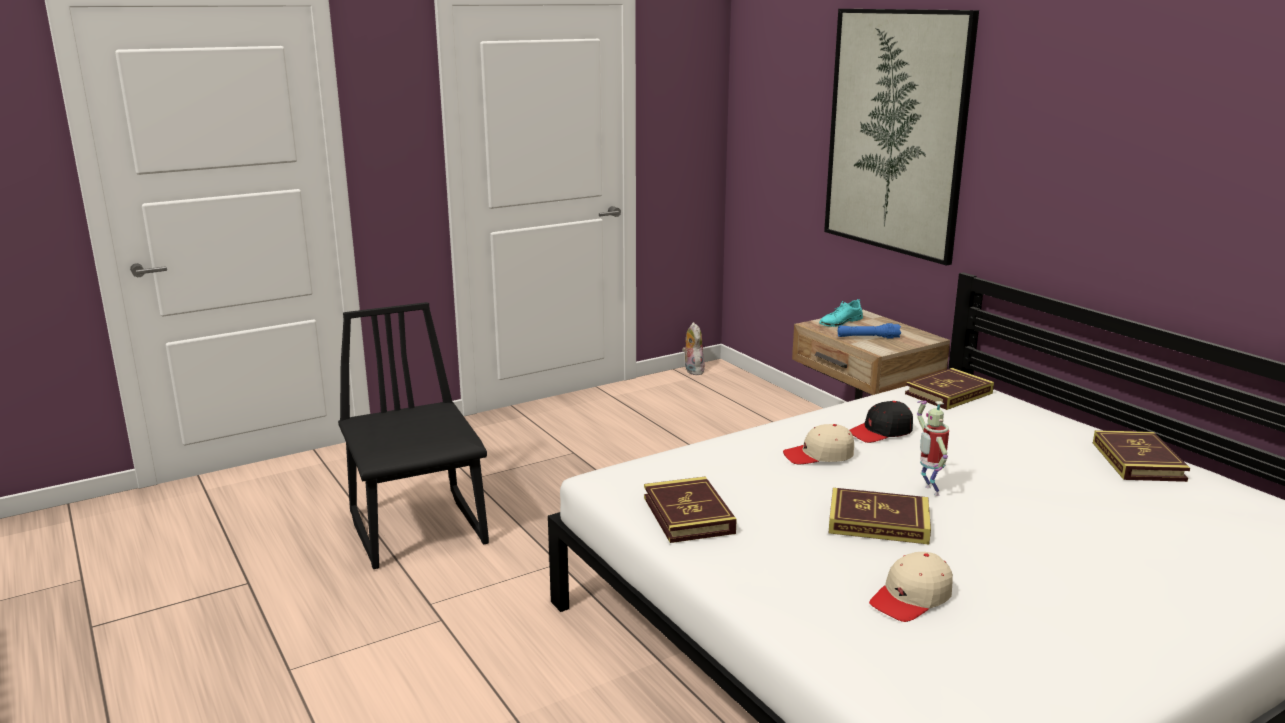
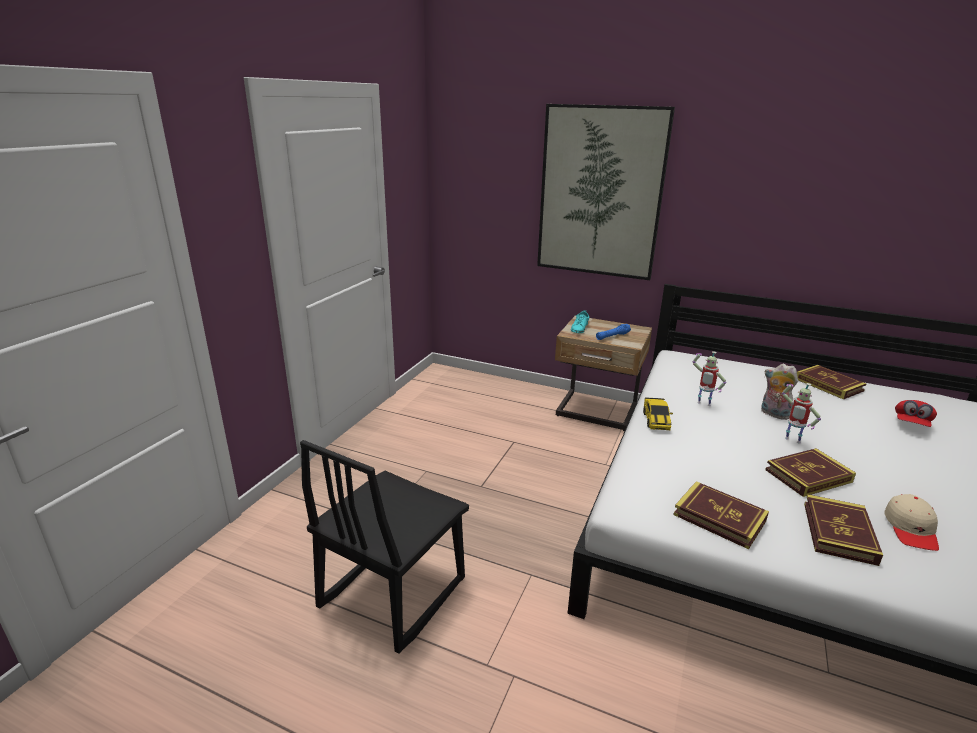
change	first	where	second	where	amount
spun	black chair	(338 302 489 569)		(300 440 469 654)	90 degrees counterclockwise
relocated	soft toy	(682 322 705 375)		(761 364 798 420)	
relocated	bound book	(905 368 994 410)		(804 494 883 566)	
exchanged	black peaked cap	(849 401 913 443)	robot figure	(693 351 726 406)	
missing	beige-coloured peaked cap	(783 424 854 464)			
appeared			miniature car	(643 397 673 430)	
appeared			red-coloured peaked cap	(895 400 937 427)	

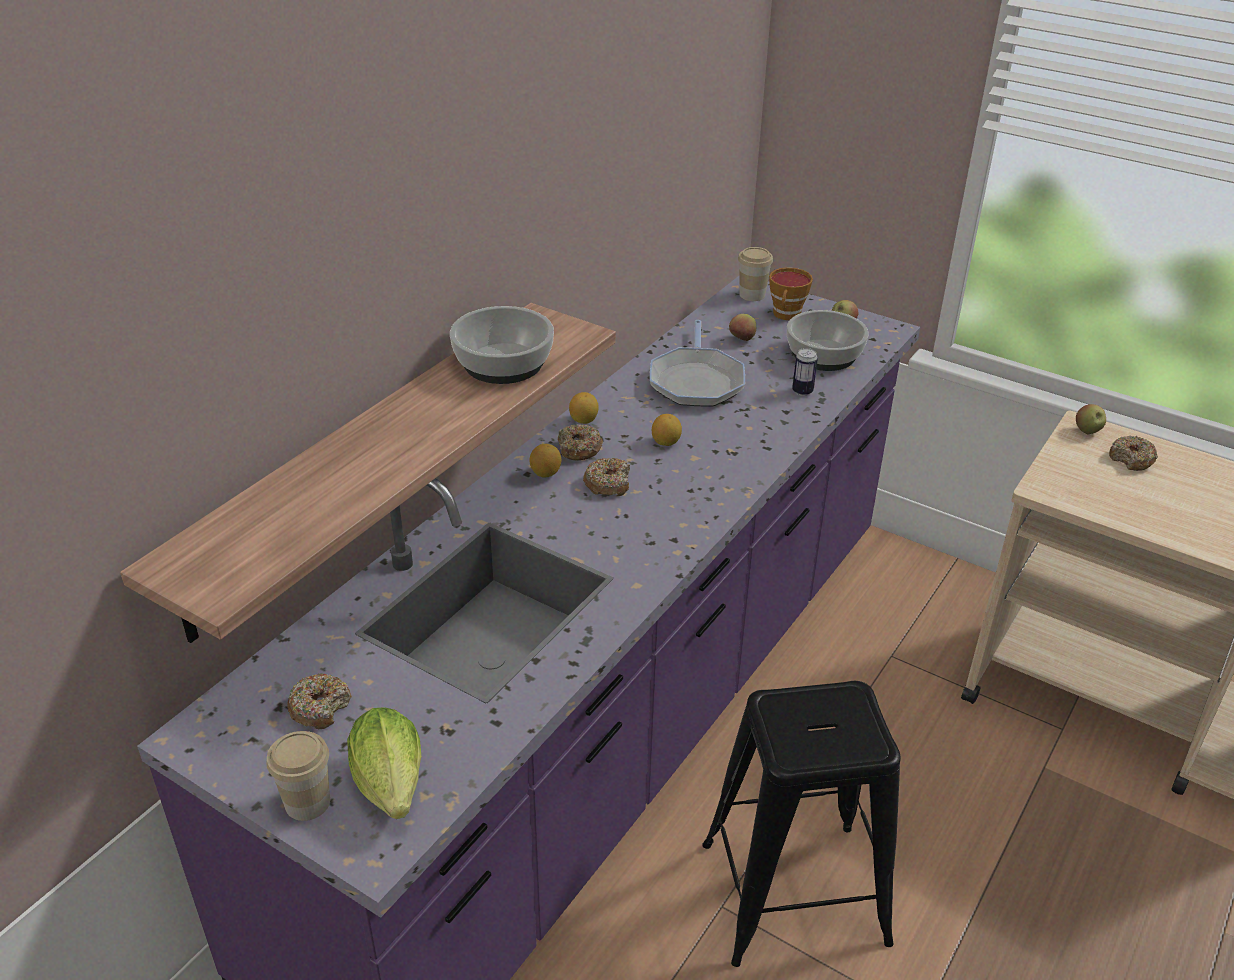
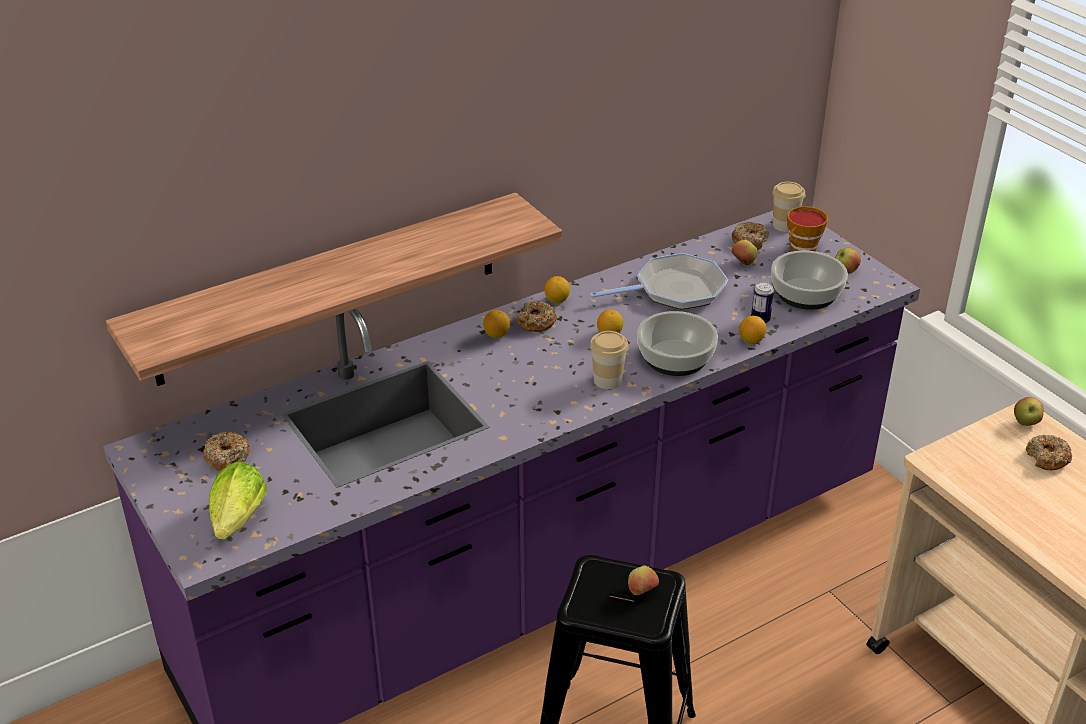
change	first	where	second	where	amount
relocated	deep dish	(450 306 554 384)		(637 311 718 376)	
spun	skillet	(650 320 745 407)		(590 253 728 310)	135 degrees counterclockwise
relocated	donut	(583 458 630 496)		(732 222 769 250)	
relocated	drinking cup	(266 731 330 821)		(590 331 629 389)	
appeared			citrus fruit	(739 316 766 344)	
appeared			whole apple	(628 565 659 595)	

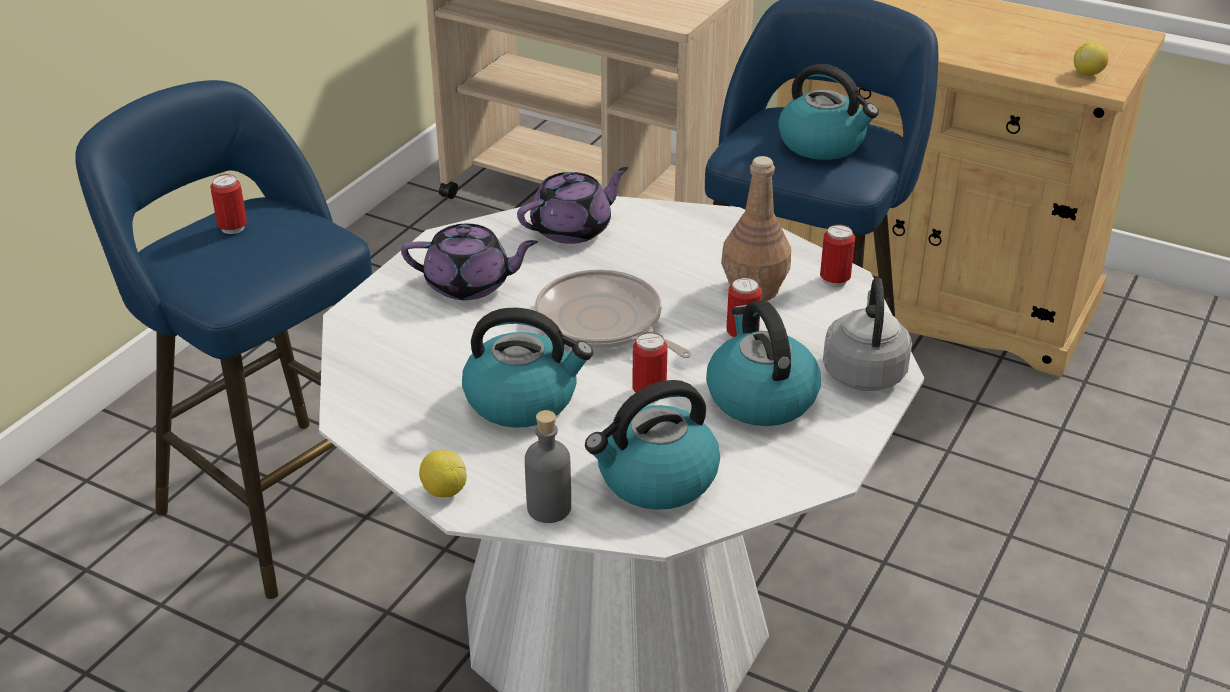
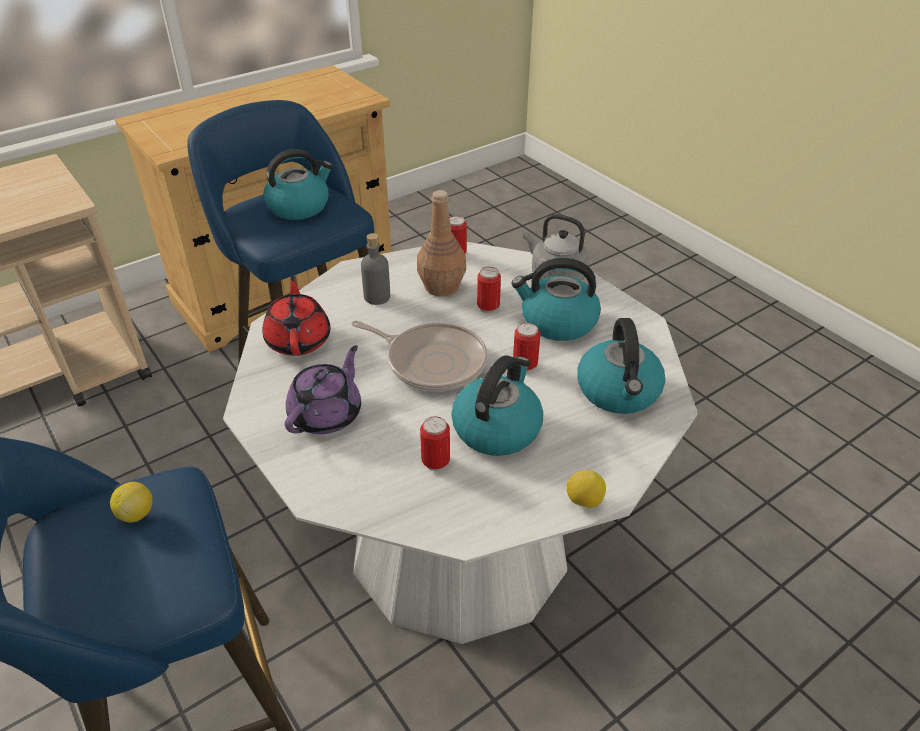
change	first	where	second	where	amount
relocated	citrus fruit	(1074 42 1108 76)		(110 482 153 522)	
colour	purple pot for tea	(517 167 628 244)	red-coloured pot for tea	(262 275 330 356)	
relocated	sealed can	(210 174 247 234)		(420 416 450 471)	
spun	skillet	(535 269 692 358)		(351 321 487 392)	135 degrees counterclockwise
relocated	greyish drink bottle	(525 410 571 523)		(361 233 390 305)	

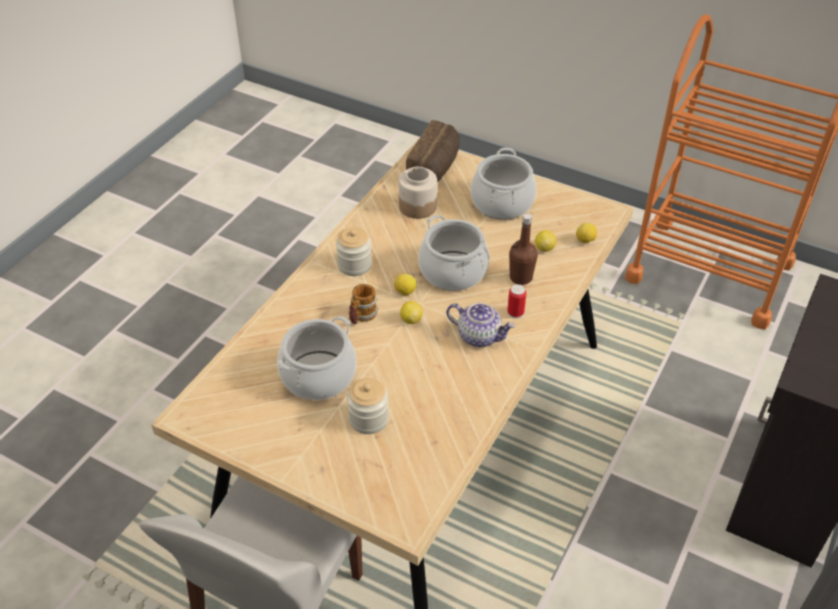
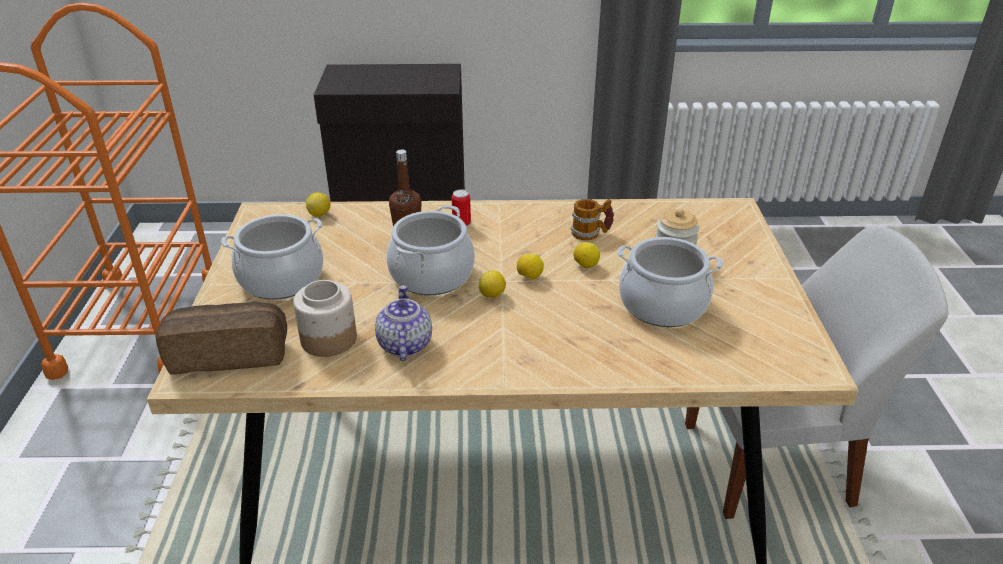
change	first	where	second	where	amount
missing	storage jar	(336 227 372 276)			
relocated	citrus fruit	(535 230 556 252)		(573 242 600 268)	
relocated	tea mug	(349 284 378 324)		(570 199 614 240)	
relocated	pot for tea	(446 303 515 347)		(375 285 432 361)	

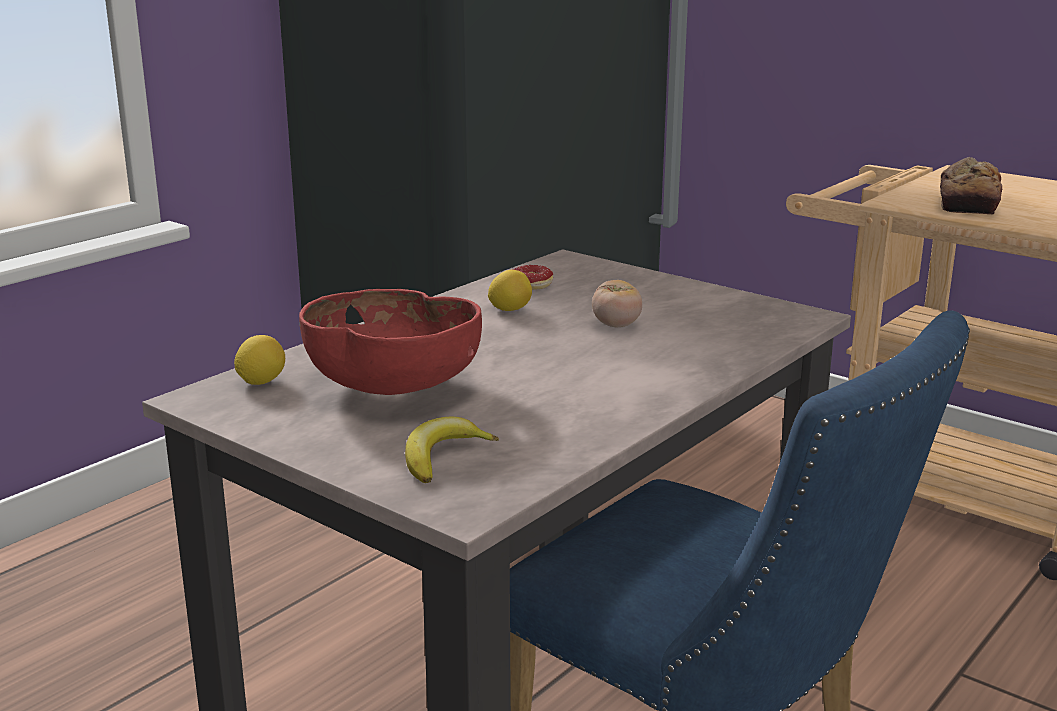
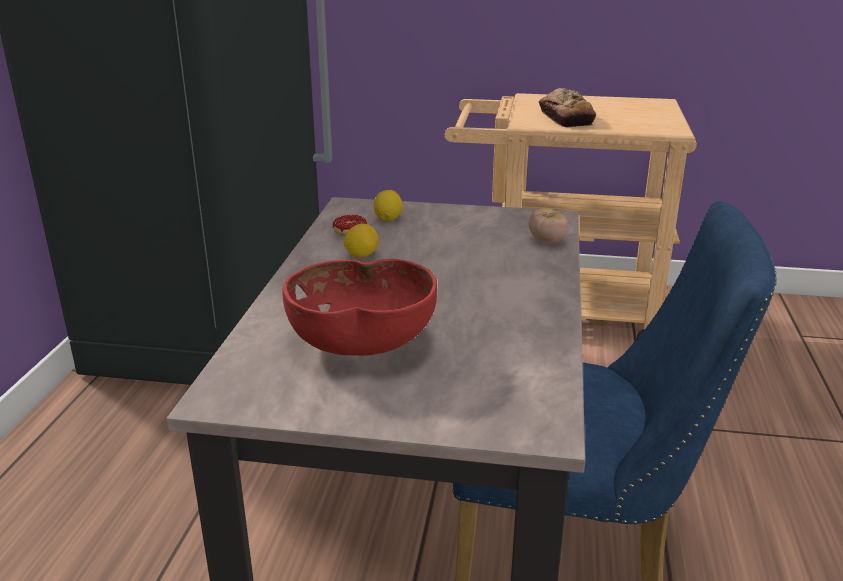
change	first	where	second	where	amount
relocated	fresh tomato	(592 280 642 327)		(529 208 568 243)	
relocated	citrus fruit	(234 335 285 385)		(374 190 403 221)	
missing	whole banana	(405 417 499 483)			

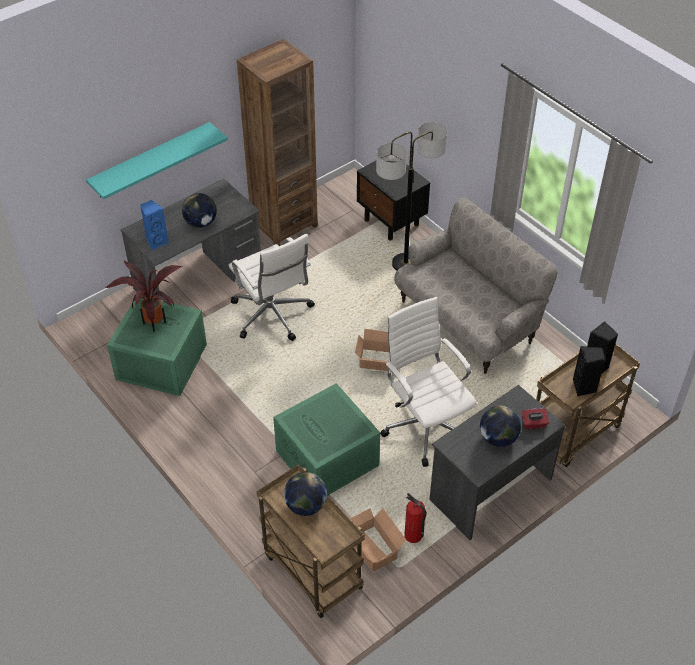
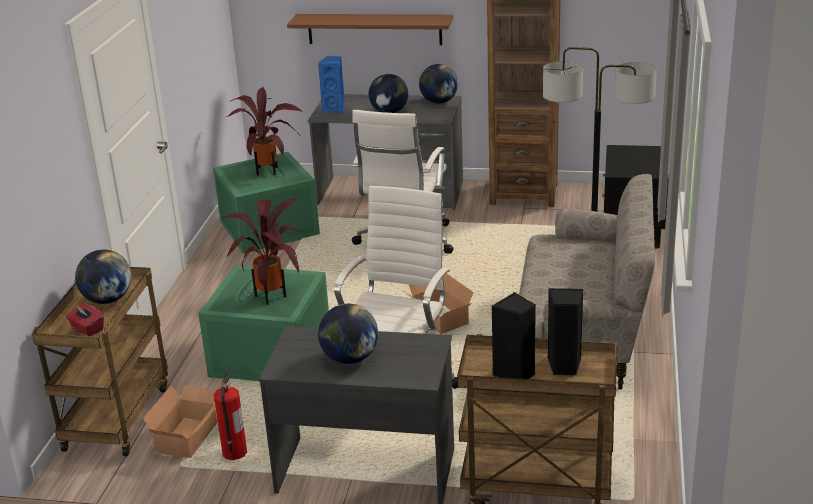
change	first	where	second	where	amount
colour	blue-green wall shelf	(86 122 228 199)	brown wall shelf	(287 14 453 45)	
relocated	red-coloured box of tissues	(521 408 549 429)		(66 303 104 336)	
appeared			globe	(419 64 458 103)	
appeared			potted plant	(224 198 308 305)	

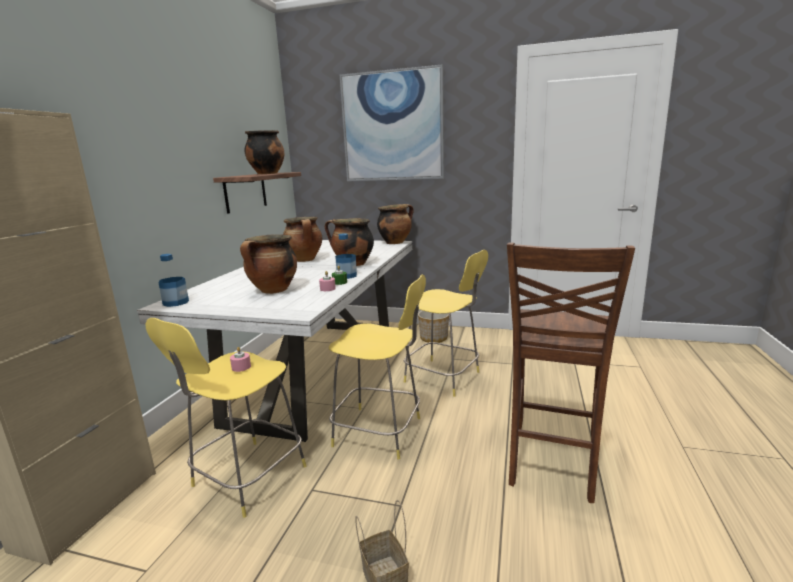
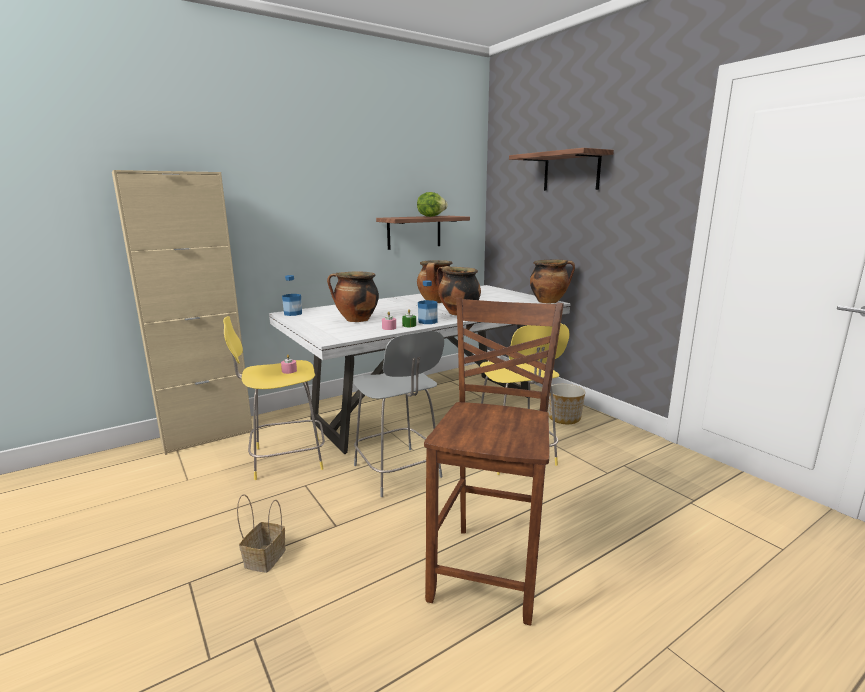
change	first	where	second	where	amount
exchanged	wall picture	(340 65 444 181)	wall shelf	(509 148 614 191)	
exchanged	stockpot	(244 130 285 174)	head of lettuce	(417 192 448 217)	
spun	brown chair	(507 242 635 503)		(424 298 564 626)	135 degrees clockwise
colour	yellowish stool	(329 275 426 460)	greyish stool	(353 331 444 497)	

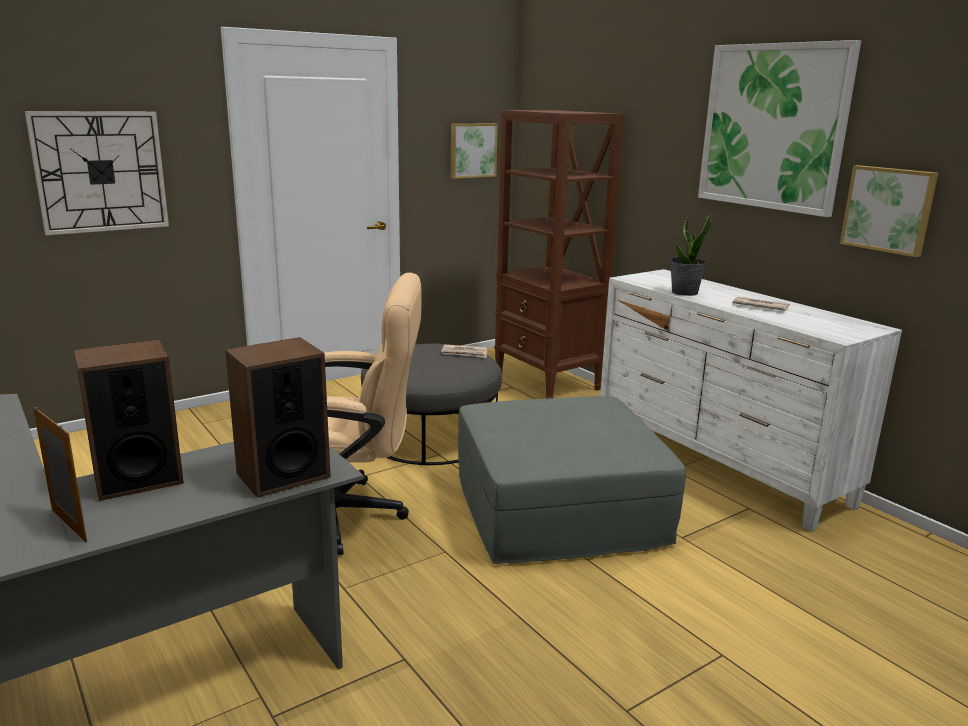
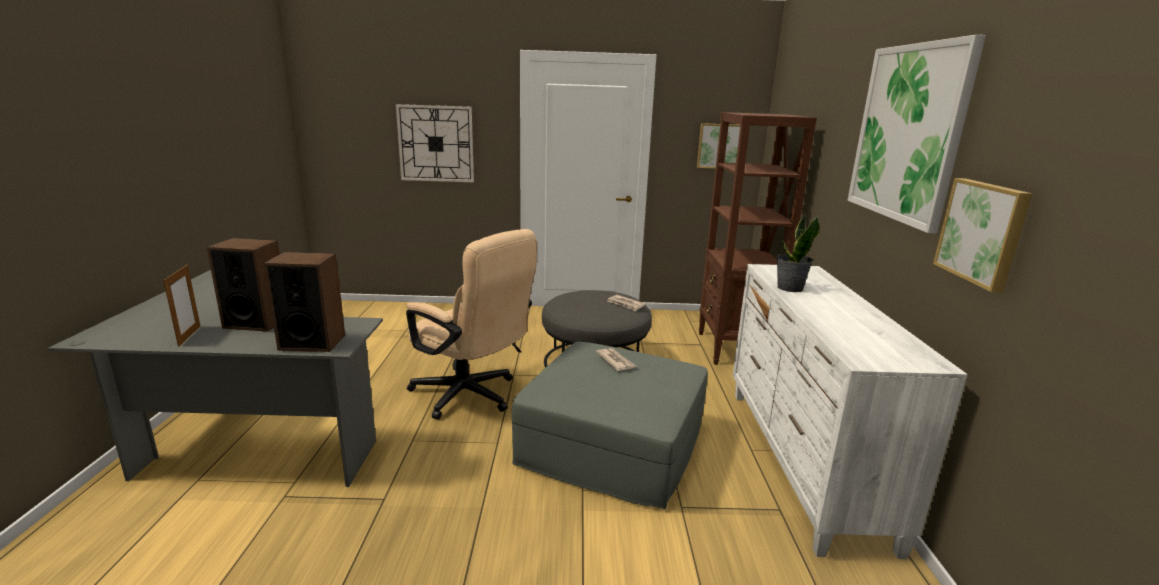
change	first	where	second	where	amount
relocated	printed paper	(732 297 790 311)		(596 348 636 371)	

